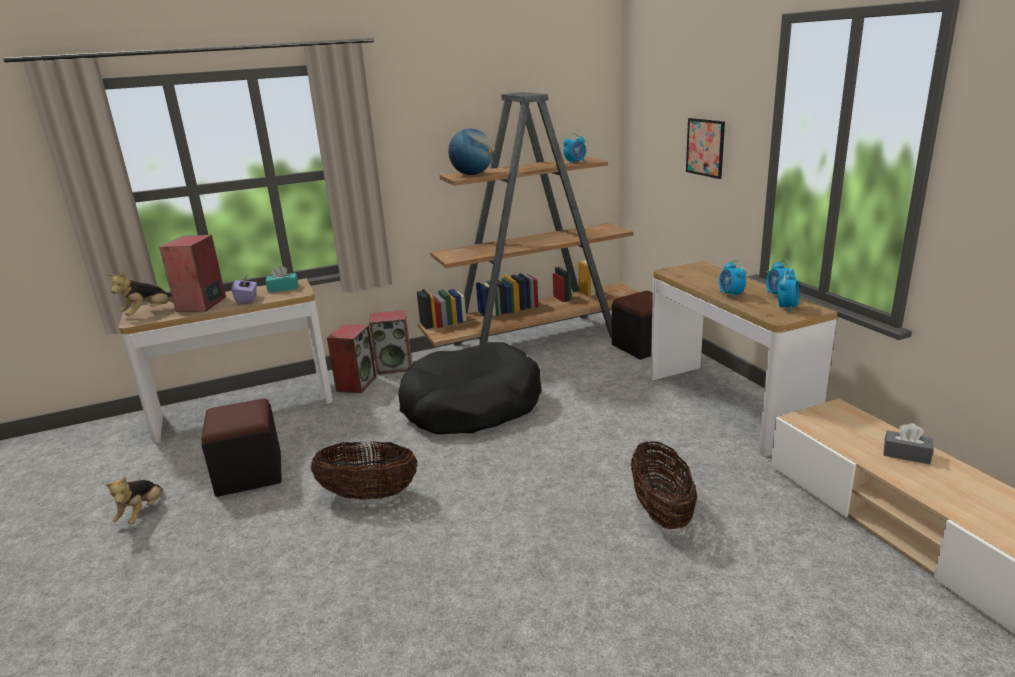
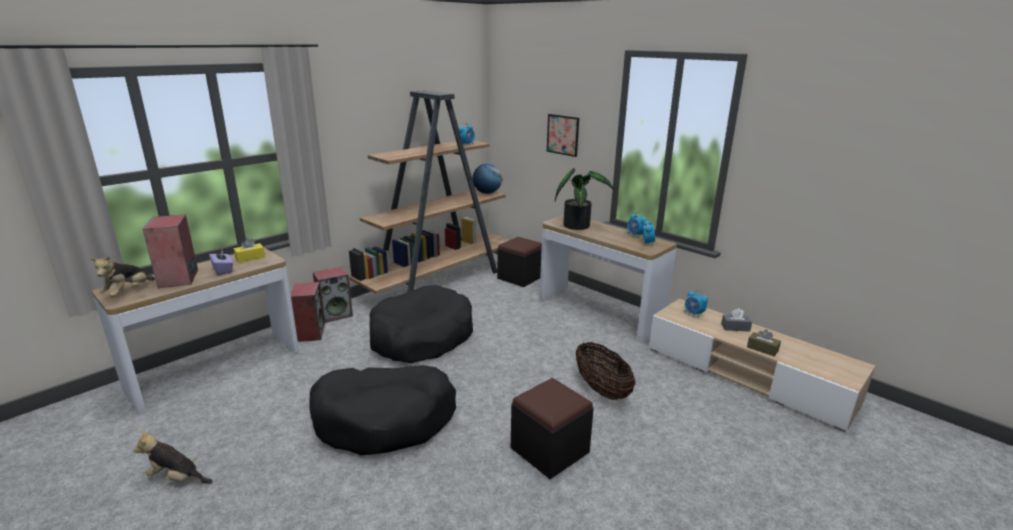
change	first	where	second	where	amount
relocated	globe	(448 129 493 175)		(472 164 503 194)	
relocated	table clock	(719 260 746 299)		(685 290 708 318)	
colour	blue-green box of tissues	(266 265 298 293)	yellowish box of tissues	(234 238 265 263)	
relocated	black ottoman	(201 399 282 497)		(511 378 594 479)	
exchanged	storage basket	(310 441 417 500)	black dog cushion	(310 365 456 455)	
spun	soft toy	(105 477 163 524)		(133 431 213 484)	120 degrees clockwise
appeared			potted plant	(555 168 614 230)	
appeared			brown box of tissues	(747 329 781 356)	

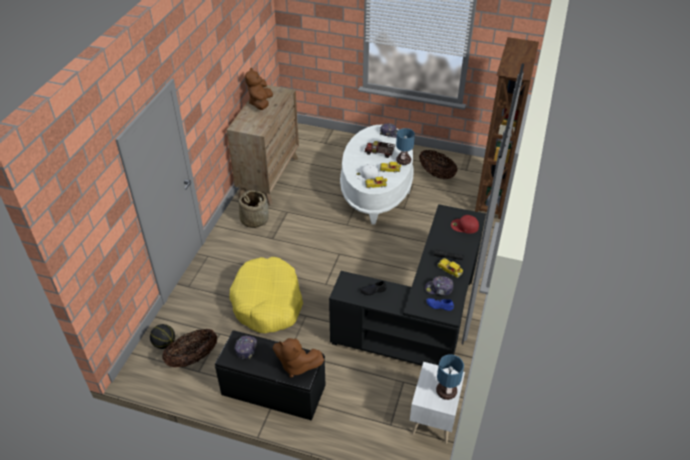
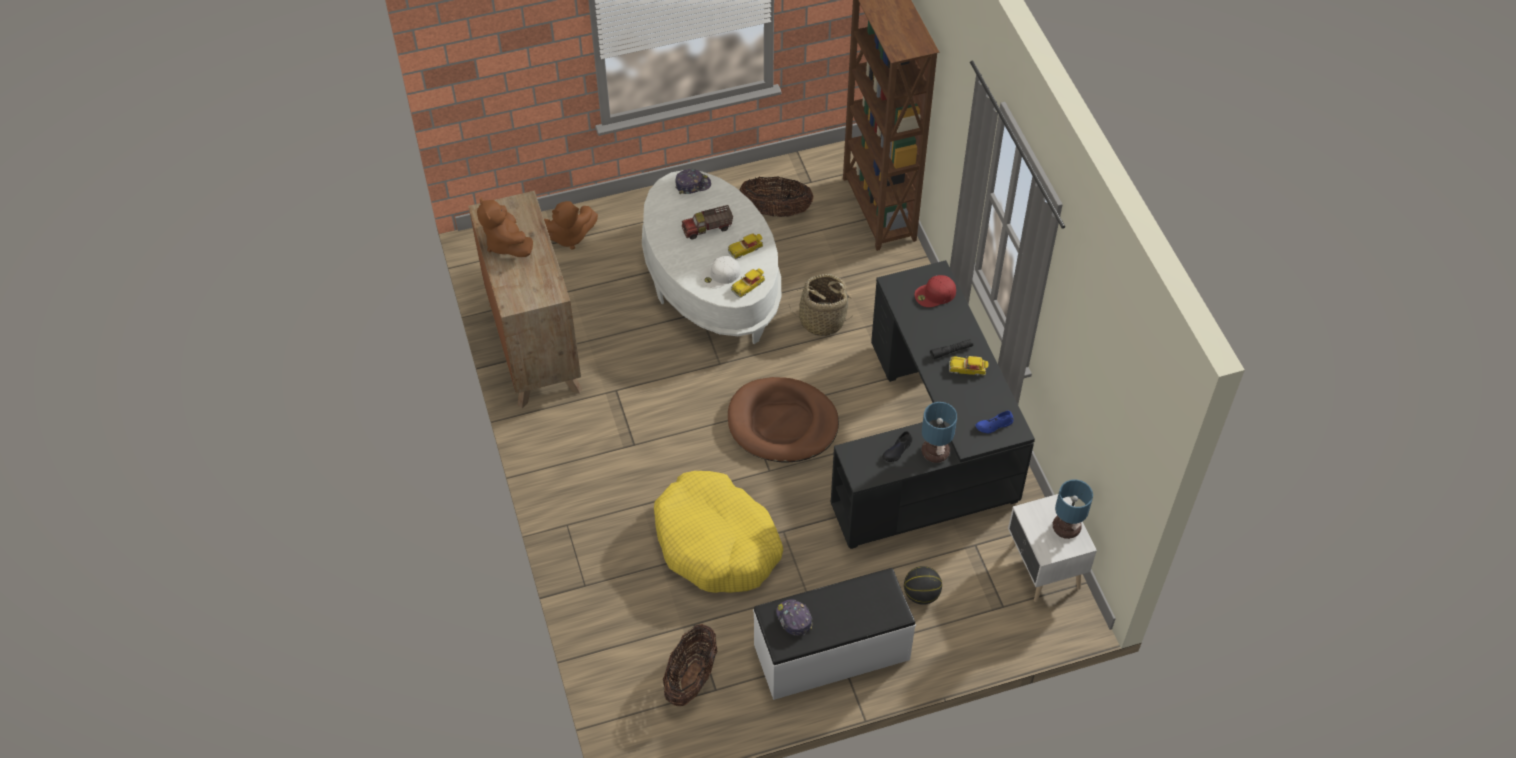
change	first	where	second	where	amount
relocated	tabletop lamp	(396 128 415 165)		(921 402 957 463)	
relocated	storage basket	(239 190 269 228)		(789 274 851 336)	
missing	peaked cap	(425 276 454 295)			
relocated	basketball	(150 324 175 349)		(904 566 942 605)	
colour	black bench	(215 330 326 421)	white-coloured bench	(753 568 916 700)	
relocated	brown soft toy	(273 338 324 377)		(544 201 598 250)	
appeared			brown dog cushion	(728 377 839 463)	

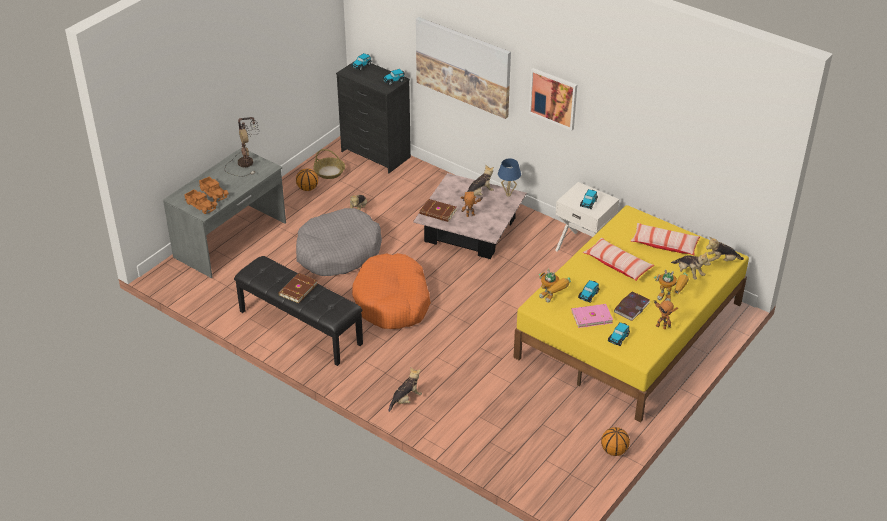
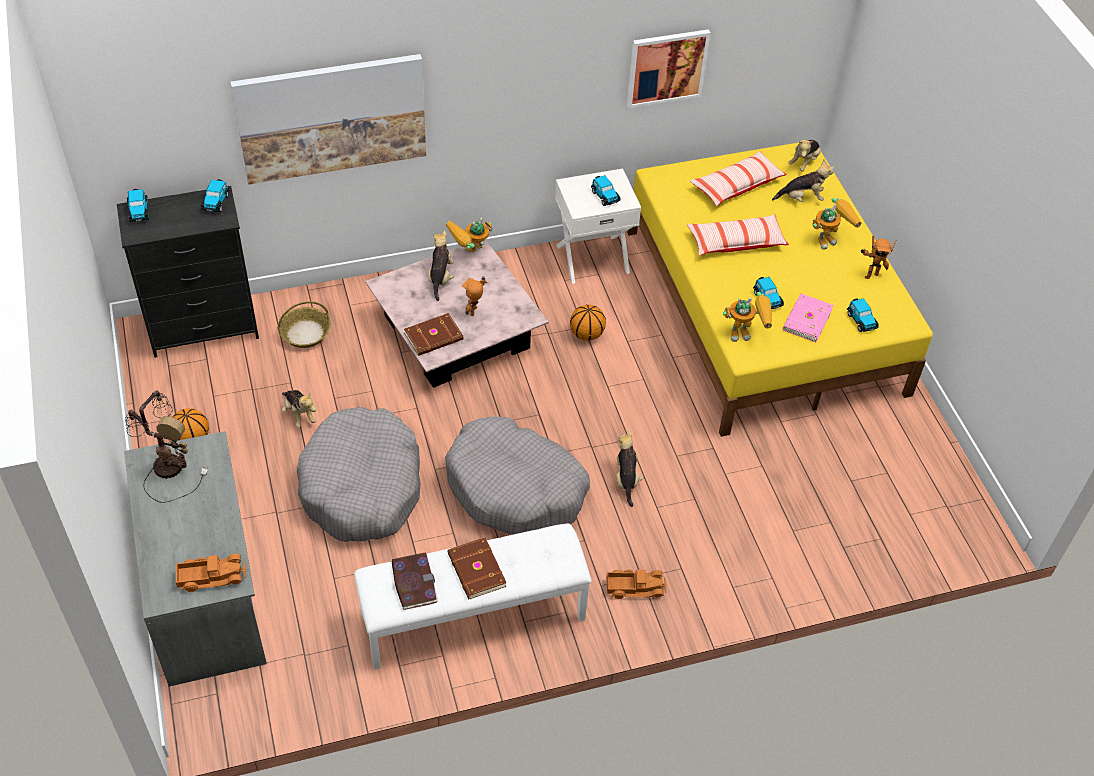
change	first	where	second	where	amount
relocated	wall picture	(529 68 577 131)		(627 29 711 108)	
relocated	storage basket	(313 149 345 179)		(278 301 331 348)	
exchanged	blue-coloured tabletop lamp	(498 159 521 197)	robot figure	(446 217 492 252)	
relocated	model truck	(199 176 229 202)		(606 569 667 599)	
colour	orangey dog cushion	(352 253 431 329)	greyish dog cushion	(445 416 590 535)	
colour	black bench	(234 256 363 366)	white-coloured bench	(354 523 591 670)	
relocated	bound book	(614 291 650 321)		(392 552 438 610)	
relocated	soft toy	(388 367 422 412)		(616 430 644 507)	
relocated	basketball	(601 427 630 456)		(570 304 606 341)	

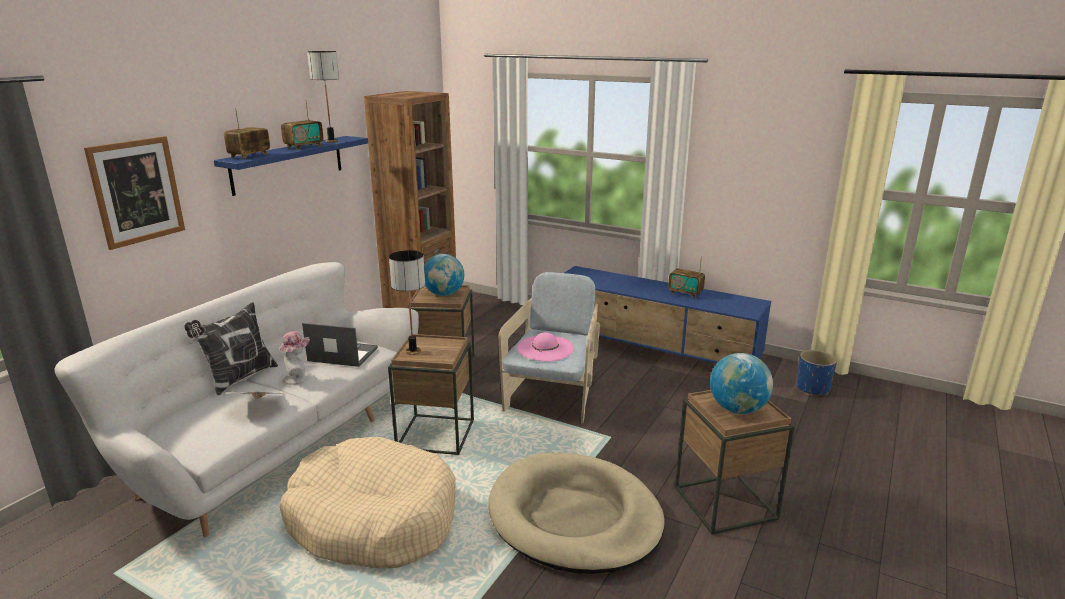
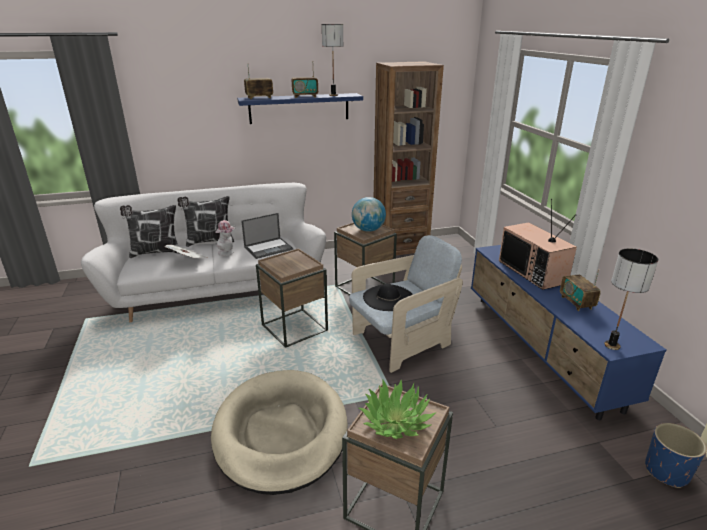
change	first	where	second	where	amount
missing	wall picture	(84 136 185 250)			
relocated	tabletop lamp	(389 250 425 355)		(604 248 658 350)	
spun	laptop	(302 323 378 367)		(241 213 293 259)	90 degrees clockwise
colour	pinkish wearable hat	(516 332 574 361)	black wearable hat	(363 284 413 311)	
exchanged	globe	(710 353 773 414)	potted plant	(359 379 436 439)	
missing	beige-coloured dog cushion	(280 437 456 568)			
appeared			TV set	(499 199 577 290)	
appeared			throw pillow	(120 205 180 258)	

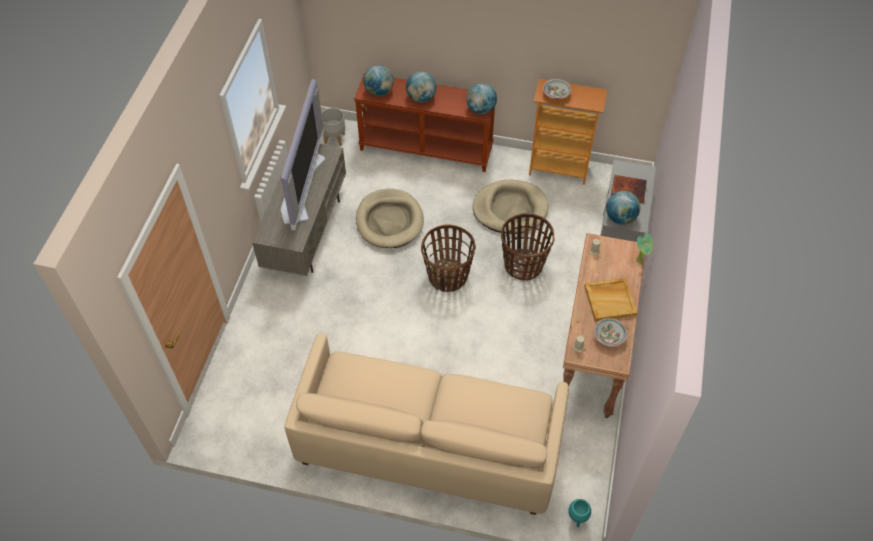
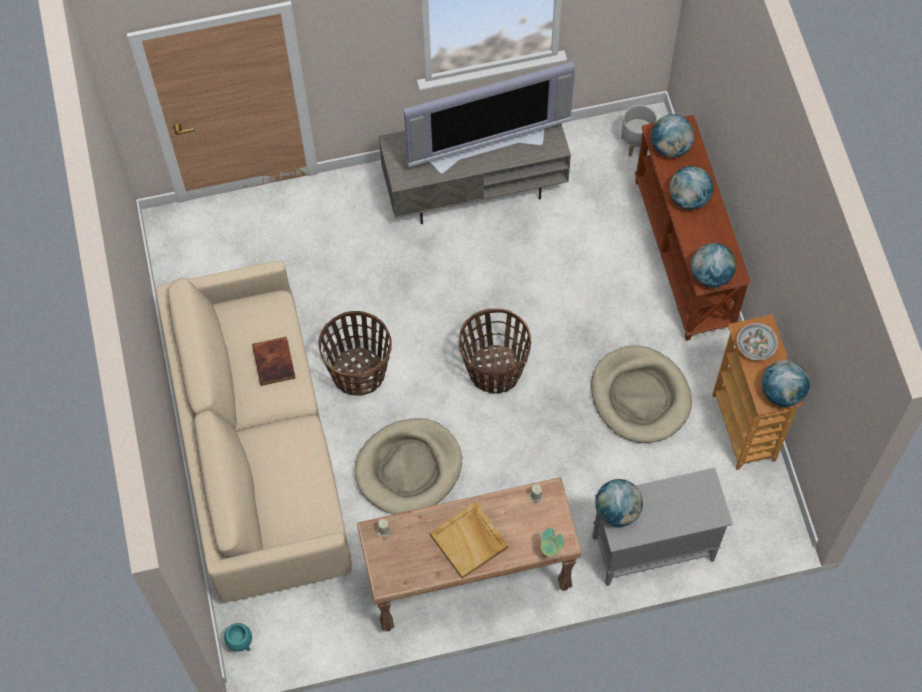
change	first	where	second	where	amount
relocated	bound book	(611 175 647 203)		(252 337 296 386)	
relocated	beige-coloured dog cushion	(356 189 424 248)		(354 418 462 514)	
relocated	storage basket	(501 213 555 281)		(318 311 392 396)	
missing	deep dish	(594 318 627 347)			
appeared			globe	(762 360 810 407)	

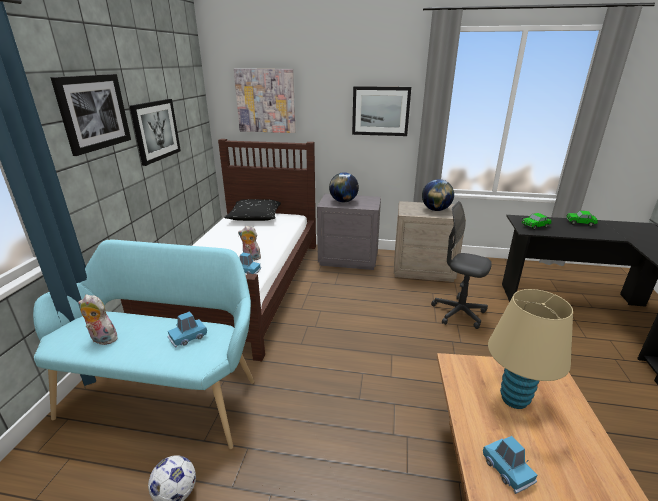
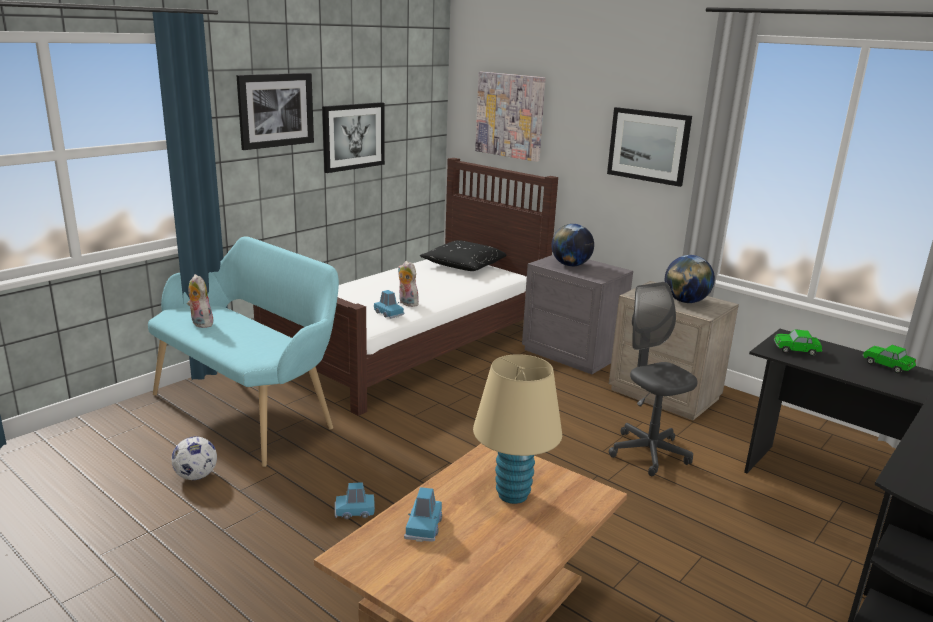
change	first	where	second	where	amount
relocated	blue-coloured miniature car	(167 311 207 347)		(335 482 375 519)	

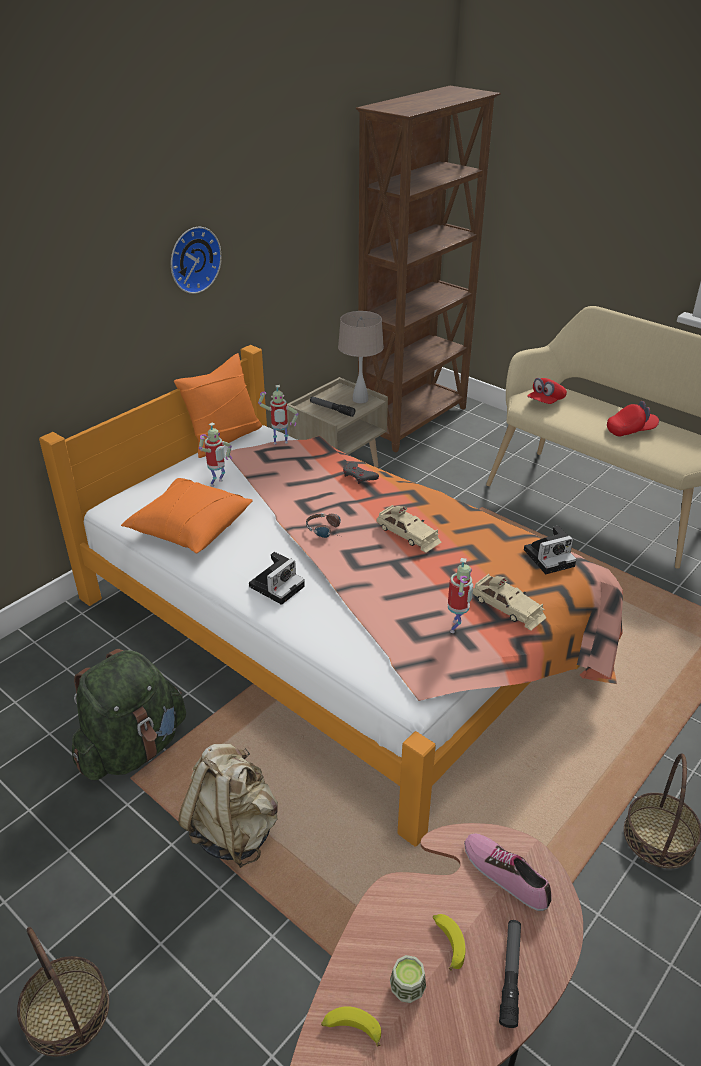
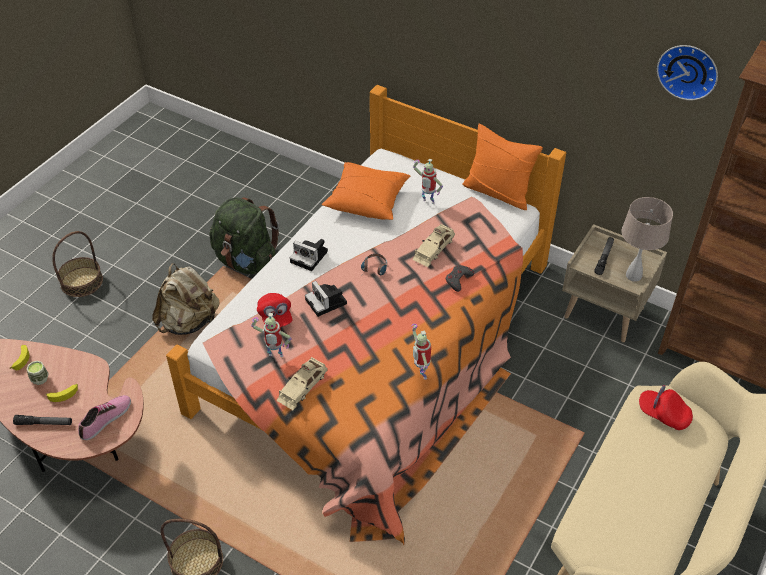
change	first	where	second	where	amount
relocated	clock on the wall	(171 227 222 294)		(657 45 718 100)	
relocated	robot figure	(258 385 299 444)		(411 324 431 380)	
relocated	red-coloured peaked cap	(607 401 659 436)		(257 293 292 327)	
relocated	beige-coloured miniature car	(376 505 442 553)		(413 224 455 267)	
relocated	photo camera	(524 525 577 574)		(305 281 347 317)	

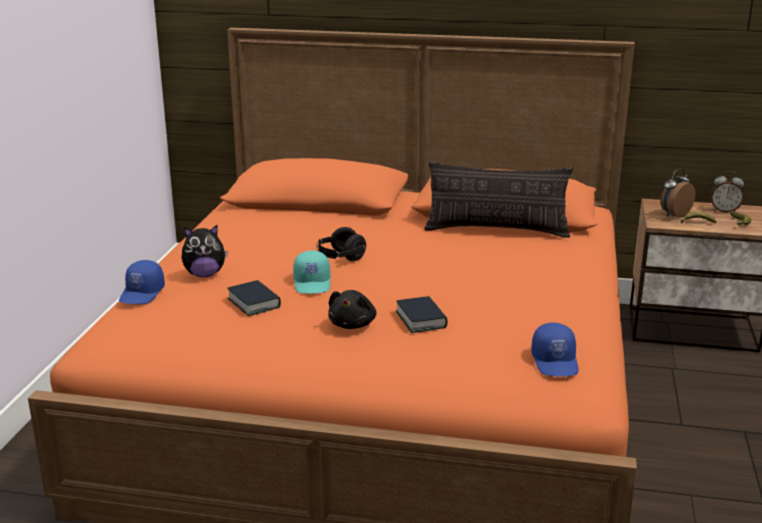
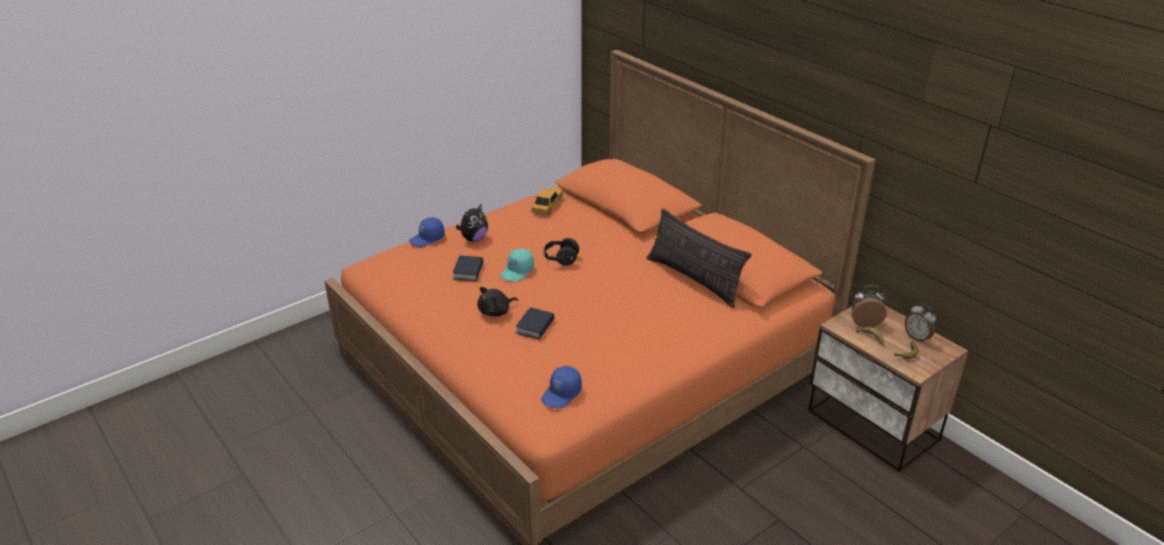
change	first	where	second	where	amount
spun	soft toy	(182 225 228 277)		(456 204 488 242)	75 degrees counterclockwise
appeared			miniature car	(531 187 563 215)	

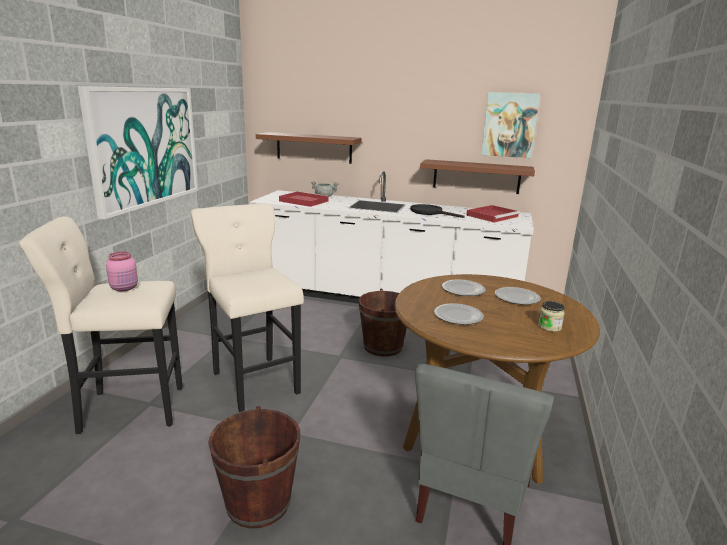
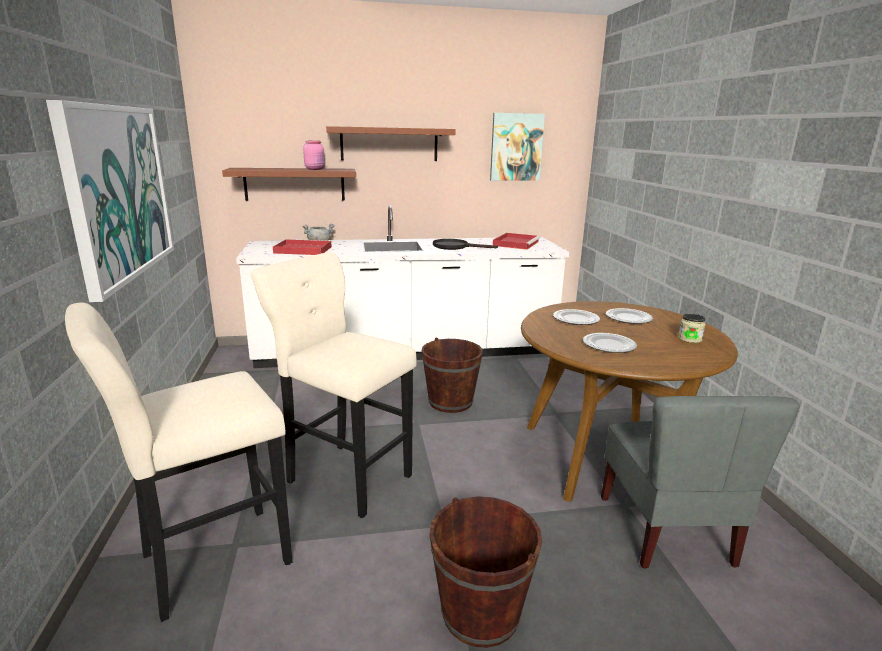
change	first	where	second	where	amount
relocated	brown wall shelf	(420 159 535 194)		(326 126 456 161)	
relocated	pinkish storage jar	(106 251 138 291)		(303 141 325 170)	

